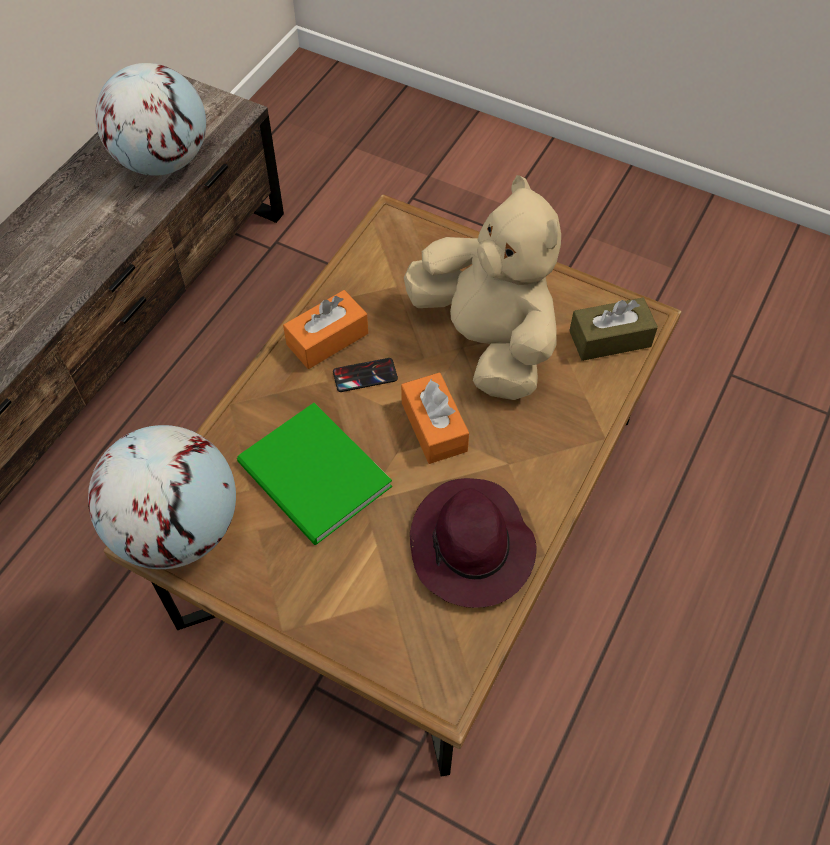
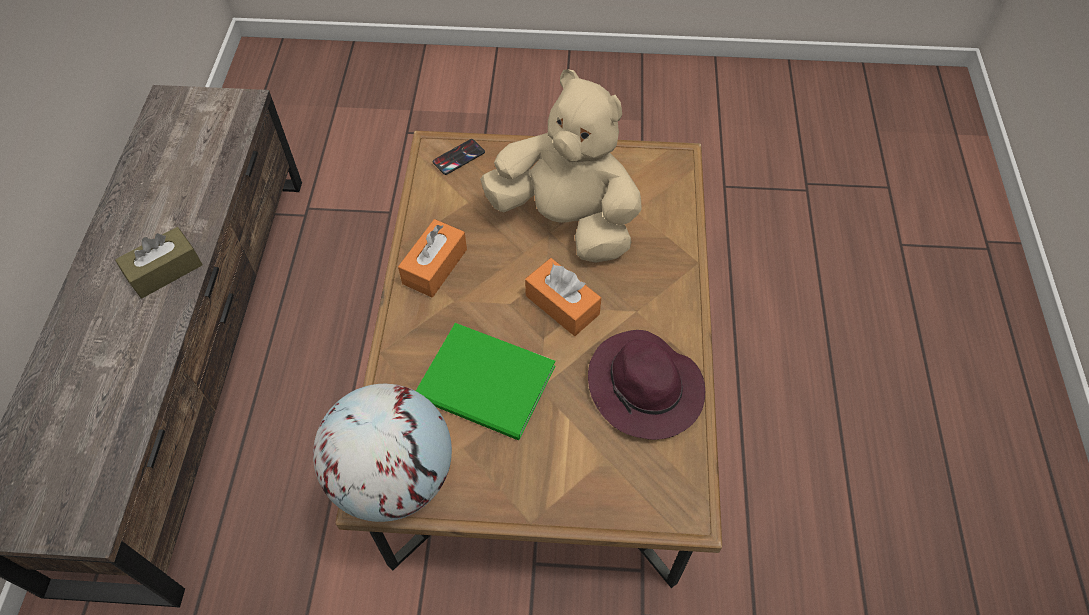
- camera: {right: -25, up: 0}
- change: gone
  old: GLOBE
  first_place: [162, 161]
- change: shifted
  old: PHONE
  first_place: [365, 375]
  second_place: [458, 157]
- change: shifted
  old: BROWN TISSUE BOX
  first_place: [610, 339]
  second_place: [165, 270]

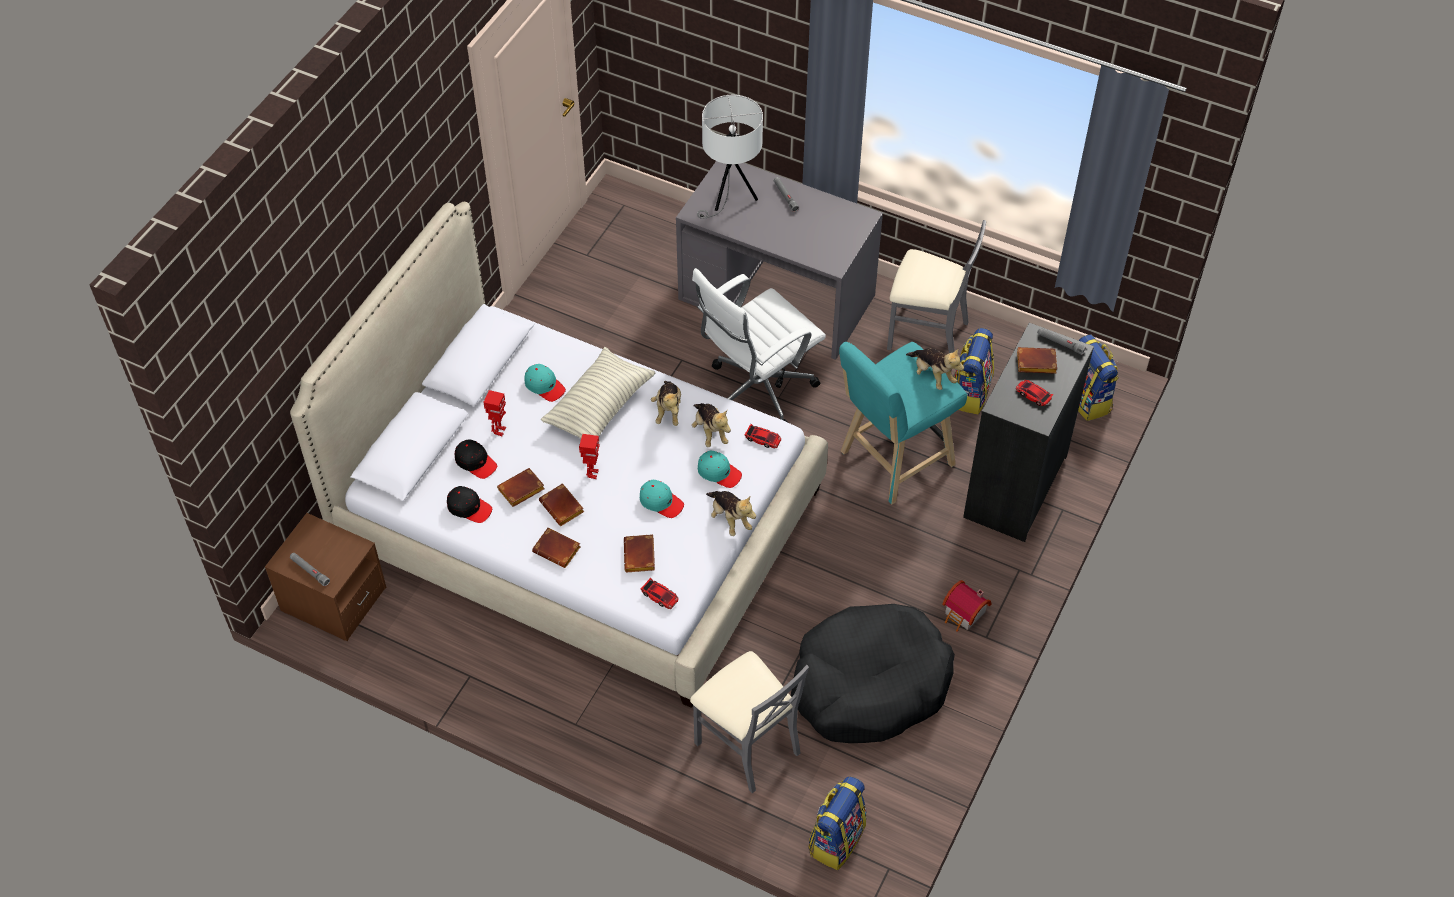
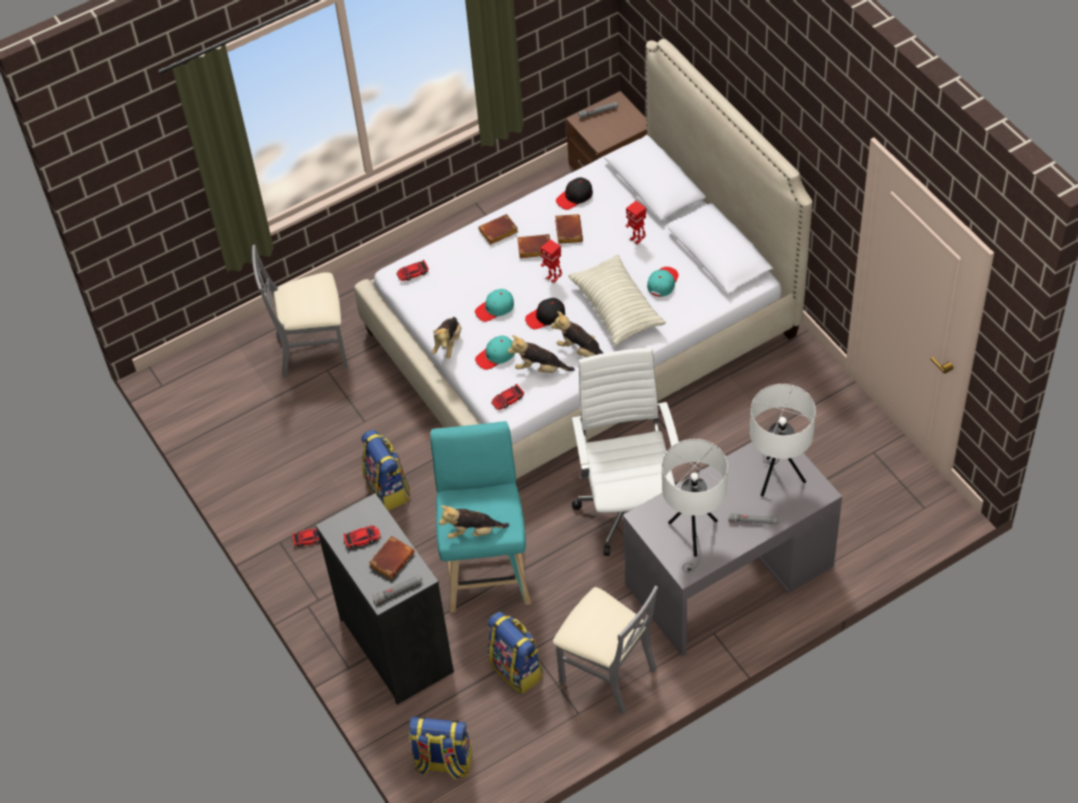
- camera: {right: 125, up: 0}
- change: shifted
  old: BLACK CAP
  first_place: [475, 462]
  second_place: [546, 317]
- change: rotated
  old: TURQUOISE CAP
  first_place: [544, 386]
  second_place: [662, 283]
  degrees: 135
- change: gone
  old: BROWN BOOK
  first_place: [640, 557]
- change: rotated
  old: PLUSH TOY
  first_place: [729, 519]
  second_place: [448, 344]
  degrees: -75
- change: gone
  old: BLACK DOG BED
  first_place: [869, 684]
- change: shifted
  old: BACKPACK
  first_place: [836, 839]
  second_place: [388, 489]
- change: rotated
  old: GREY CHAIR
  first_place: [926, 333]
  second_place: [607, 673]
  degrees: -105
- change: swapped
  old: TOY HOUSE
  new: TOY CAR
  first_place: [964, 614]
  second_place: [309, 538]
- change: new
  new: WHITE TABLE LAMP
  second_place: [693, 536]

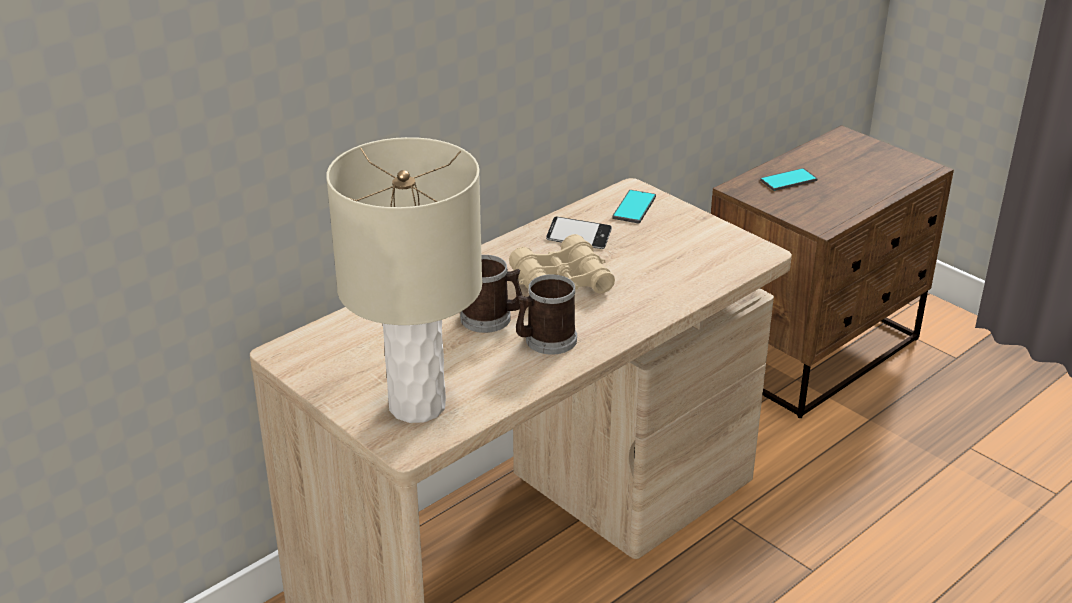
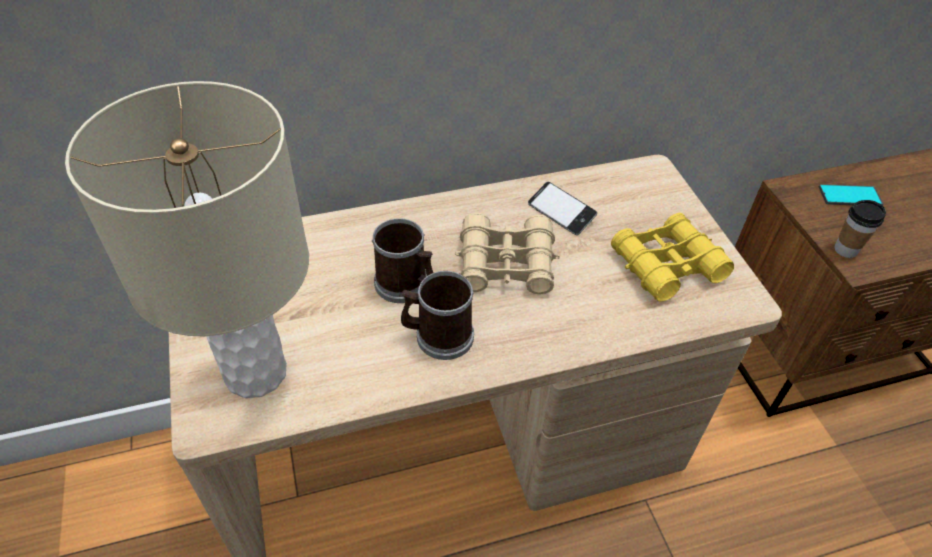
- camera: {right: 25, up: 15}
- change: gone
  old: PHONE
  first_place: [634, 207]
- change: new
  new: YELLOW BINOCULARS
  second_place: [666, 265]
- change: new
  new: CUP
  second_place: [845, 250]

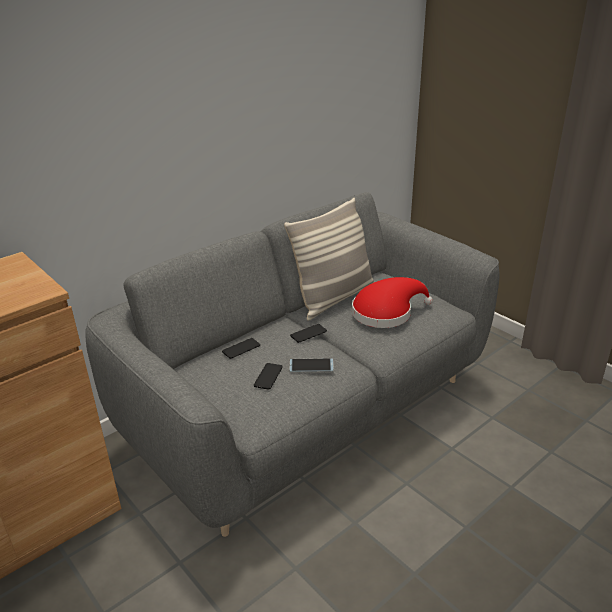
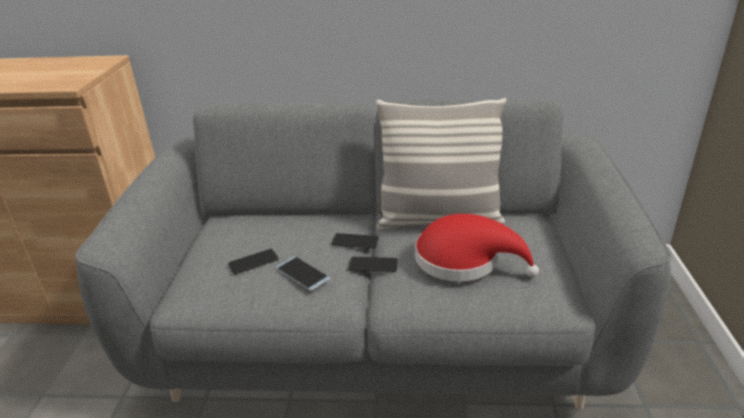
- camera: {right: 45, up: 0}
- change: shifted
  old: PHONE
  first_place: [241, 348]
  second_place: [373, 265]

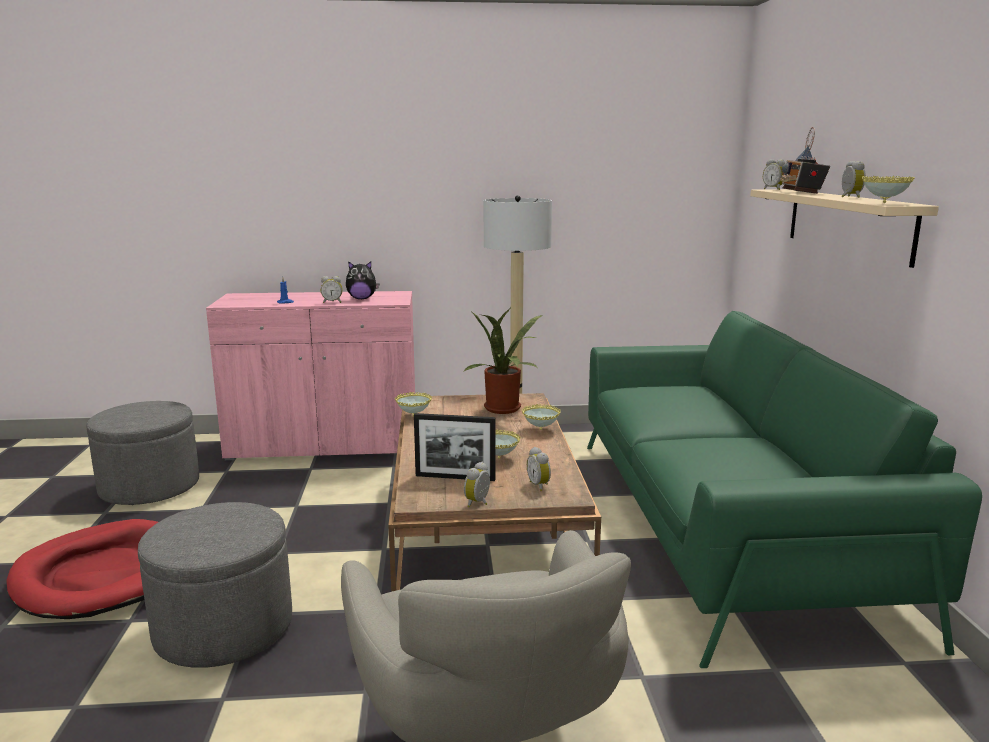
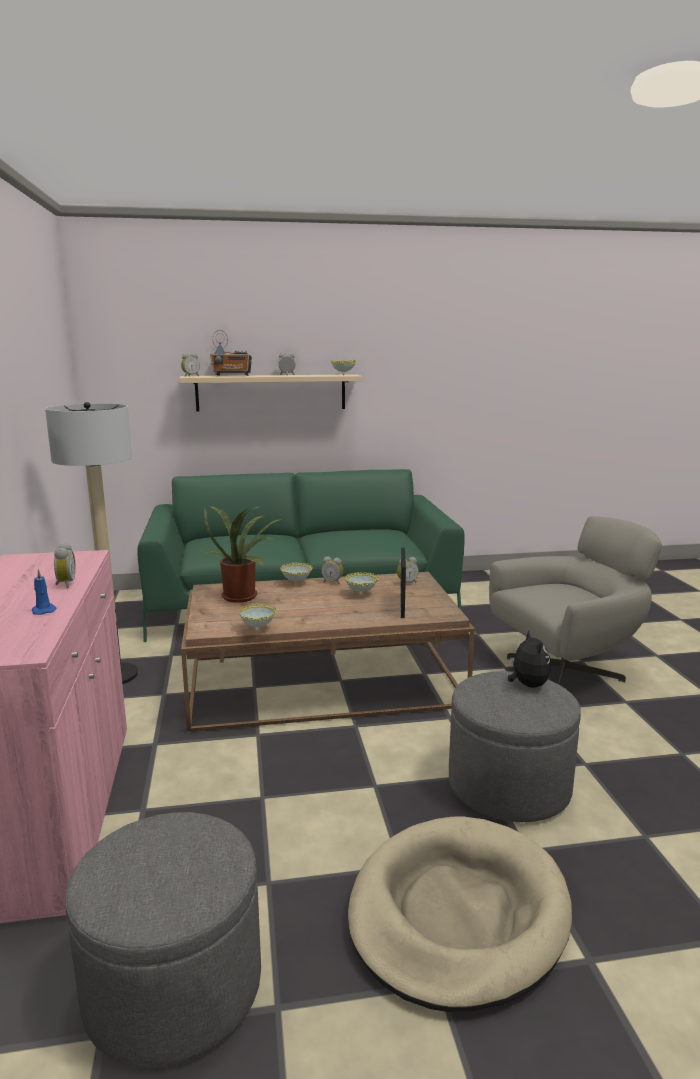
- camera: {right: -95, up: 0}
- change: repainted
  old: RED DOG BED
  new: BEIGE DOG BED
  first_place: [103, 575]
  second_place: [457, 914]
- change: shifted
  old: PLUSH TOY
  first_place: [362, 299]
  second_place: [527, 685]
- change: shifted
  old: ALARM CLOCK
  first_place: [479, 503]
  second_place: [332, 582]

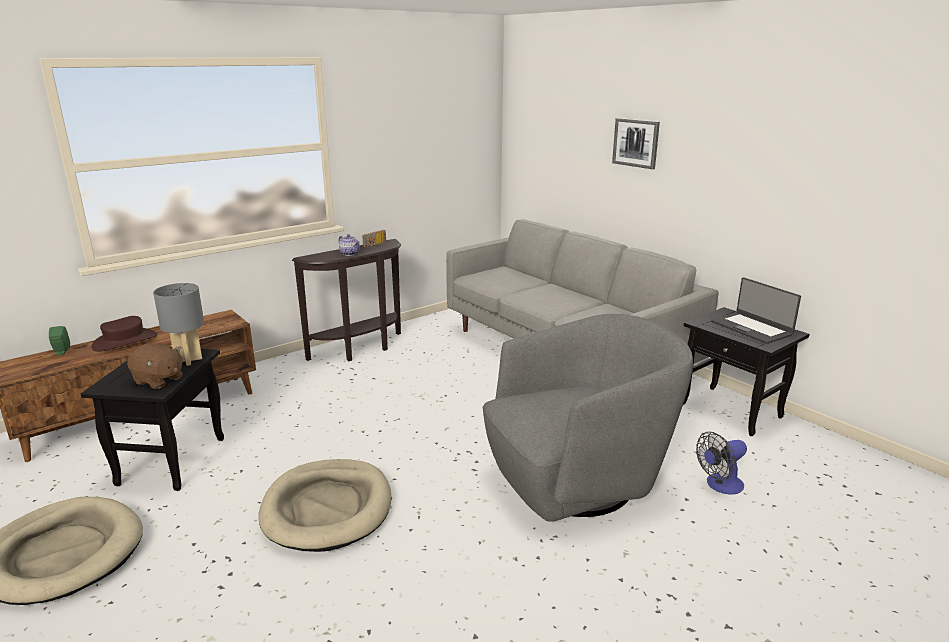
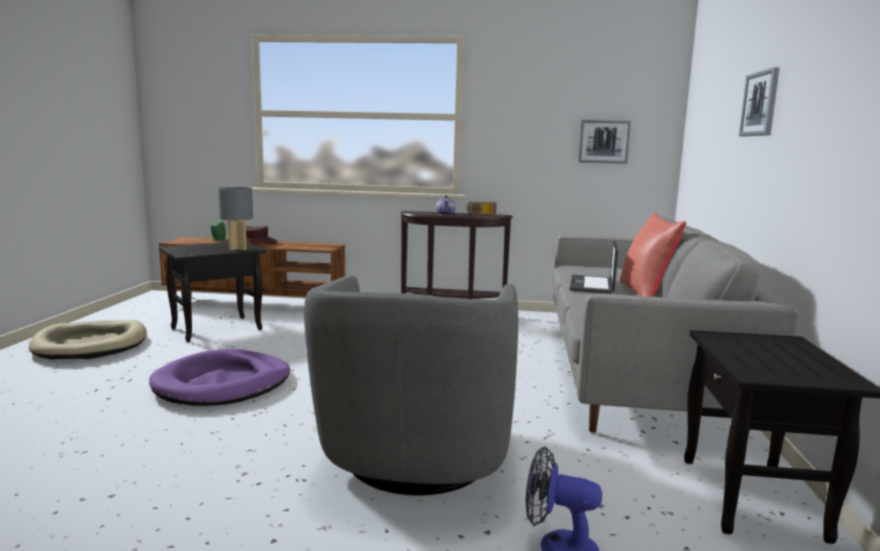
- camera: {right: 45, up: -10}
- change: gone
  old: BROWN PLUSH TOY
  first_place: [158, 380]
- change: repainted
  old: BEIGE DOG BED
  new: PURPLE DOG BED
  first_place: [327, 508]
  second_place: [223, 383]
- change: rotated
  old: GREY ARMCHAIR
  first_place: [578, 481]
  second_place: [416, 458]
  degrees: 75
- change: shifted
  old: LAPTOP
  first_place: [752, 328]
  second_place: [593, 285]
- change: new
  new: PICTURE
  second_place: [604, 141]
- change: new
  new: RED PILLOW
  second_place: [646, 293]

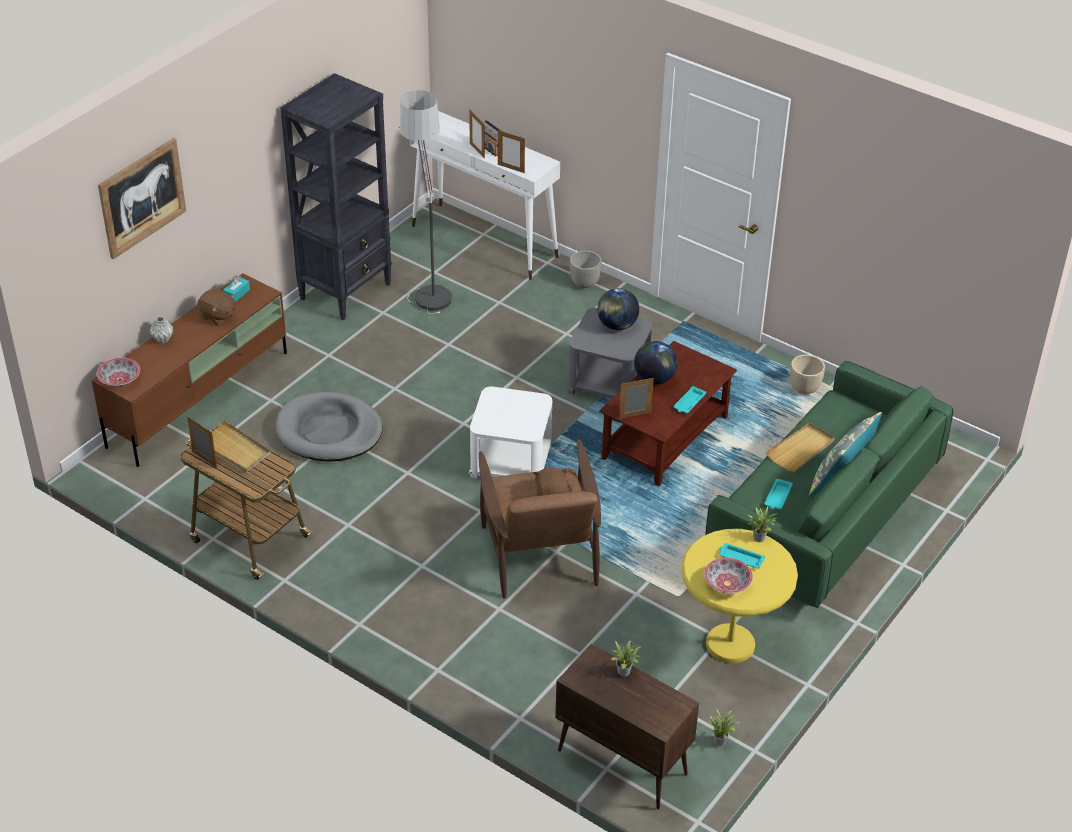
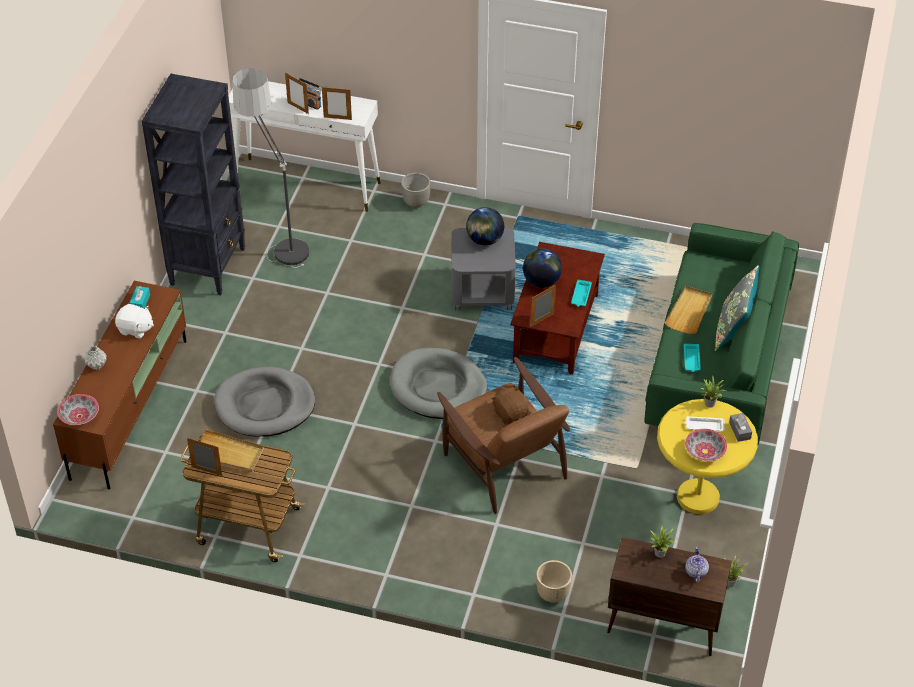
- camera: {right: -20, up: 5}
- change: gone
  old: PICTURE
  first_place: [142, 197]
- change: repainted
  old: BROWN PLUSH TOY
  new: WHITE PLUSH TOY
  first_place: [218, 316]
  second_place: [135, 329]
- change: swapped
  old: WHITE SIDE TABLE
  new: GREY DOG BED
  first_place: [511, 461]
  second_place: [438, 387]
- change: repainted
  old: TURQUOISE TRAY
  new: WHITE TRAY
  first_place: [740, 558]
  second_place: [704, 426]
- change: shifted
  old: BEIGE PLANTER
  first_place: [804, 389]
  second_place: [553, 594]
- change: new
  new: TEAPOT
  second_place: [695, 572]
- change: new
  new: GREY TISSUE BOX
  second_place: [740, 431]

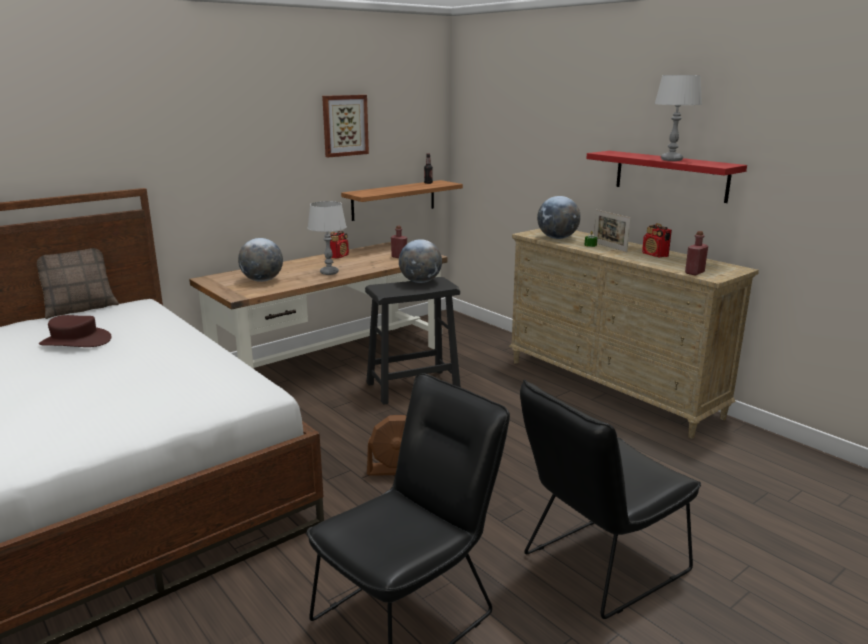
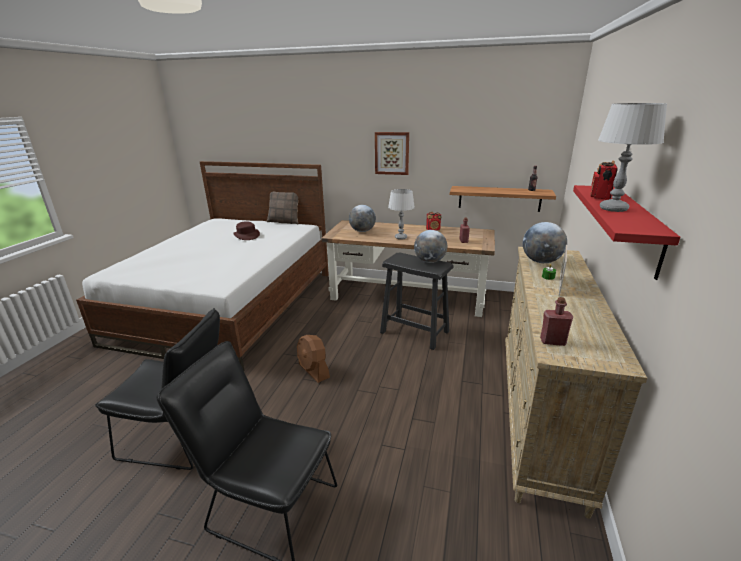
- camera: {right: 55, up: 5}
- change: shifted
  old: PICTURE
  first_place: [345, 125]
  second_place: [392, 153]
- change: shifted
  old: RADIO
  first_place: [655, 255]
  second_place: [599, 197]

